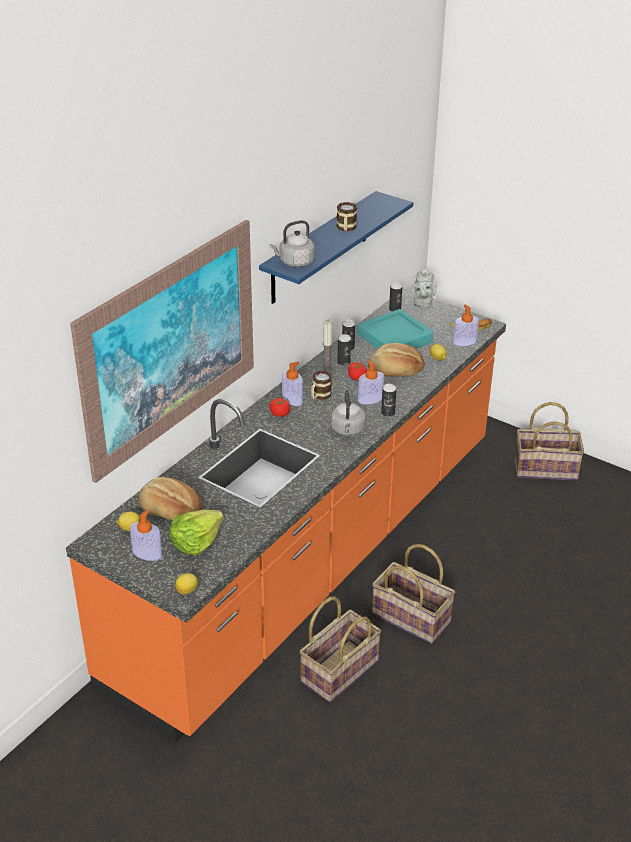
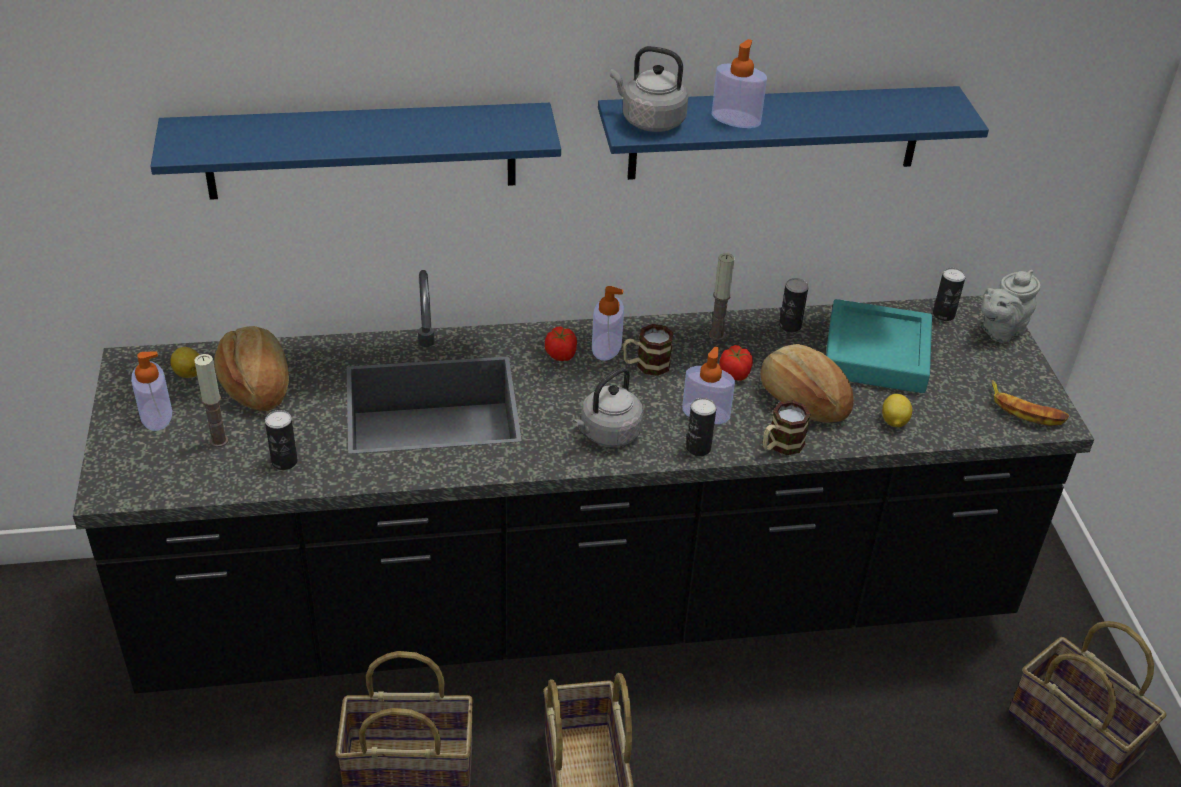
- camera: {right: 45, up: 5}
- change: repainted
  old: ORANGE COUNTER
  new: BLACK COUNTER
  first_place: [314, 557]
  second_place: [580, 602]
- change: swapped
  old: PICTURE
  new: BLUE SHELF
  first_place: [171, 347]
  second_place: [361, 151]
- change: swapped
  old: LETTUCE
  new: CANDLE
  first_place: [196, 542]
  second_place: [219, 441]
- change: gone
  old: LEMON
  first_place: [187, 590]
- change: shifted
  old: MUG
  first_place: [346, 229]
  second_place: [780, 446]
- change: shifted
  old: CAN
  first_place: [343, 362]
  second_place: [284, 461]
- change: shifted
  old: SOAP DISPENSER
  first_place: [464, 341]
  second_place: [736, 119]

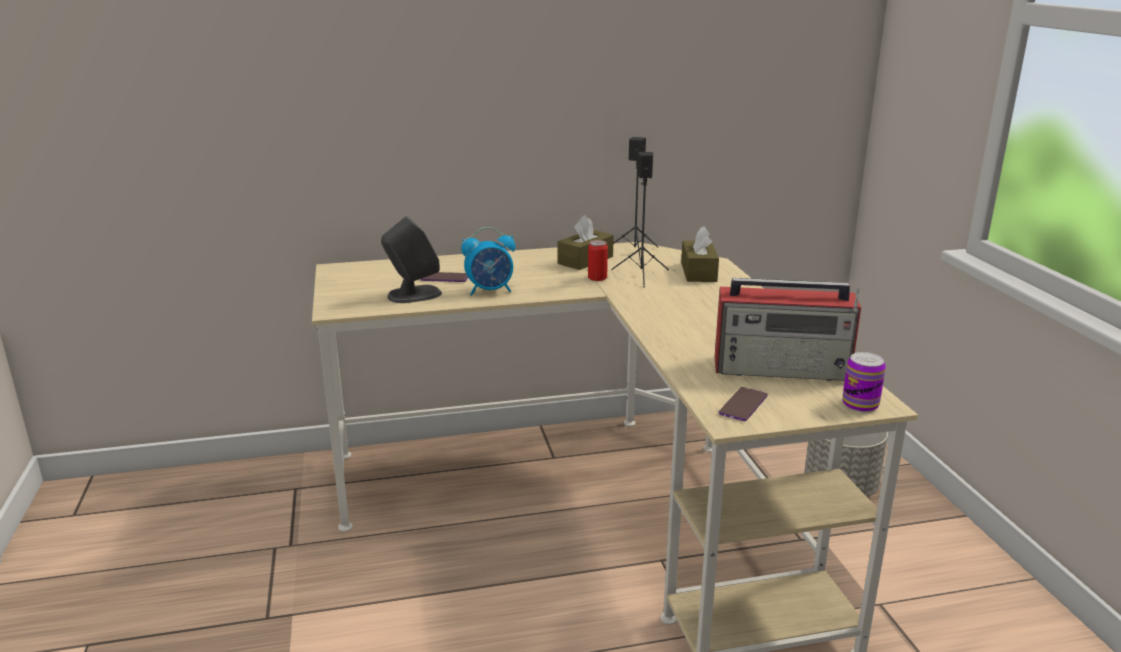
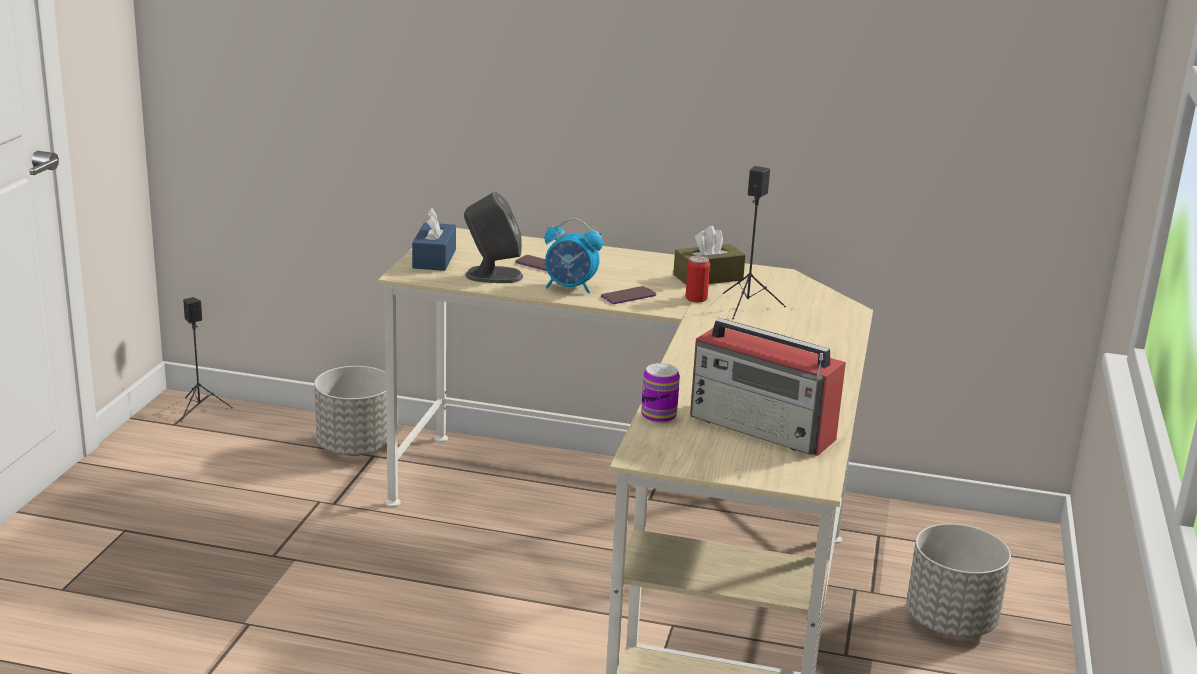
- camera: {right: 25, up: 0}
- change: shifted
  old: BLACK SPEAKER
  first_place: [635, 252]
  second_place: [200, 408]
- change: gone
  old: BROWN TISSUE BOX
  first_place: [698, 272]
- change: shifted
  old: PHONE
  first_place: [743, 405]
  second_place: [628, 296]
- change: shifted
  old: CAN
  first_place: [860, 405]
  second_place: [658, 416]
- change: new
  new: GREY PLANTER
  second_place: [355, 448]
- change: new
  new: BLUE TISSUE BOX
  second_place: [434, 259]

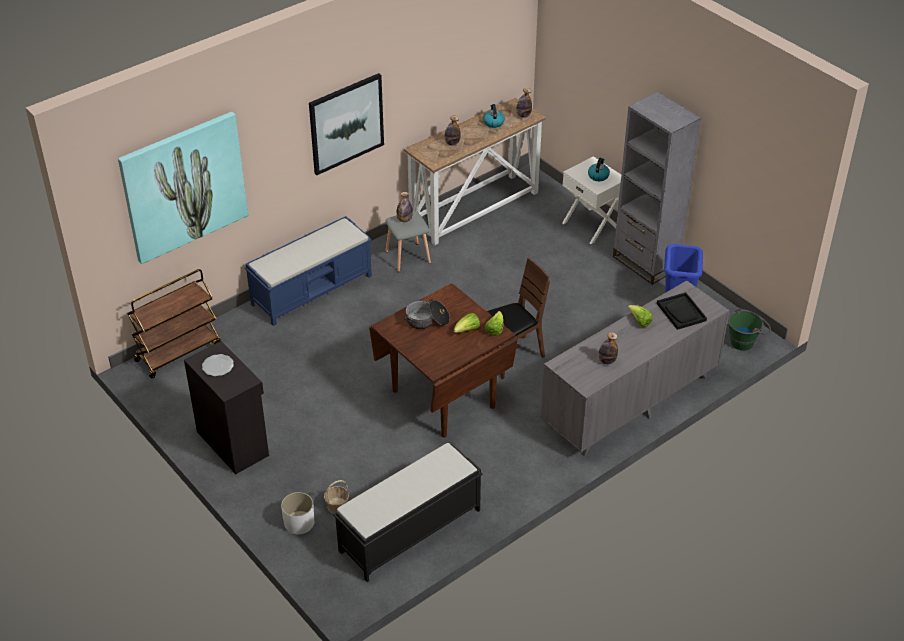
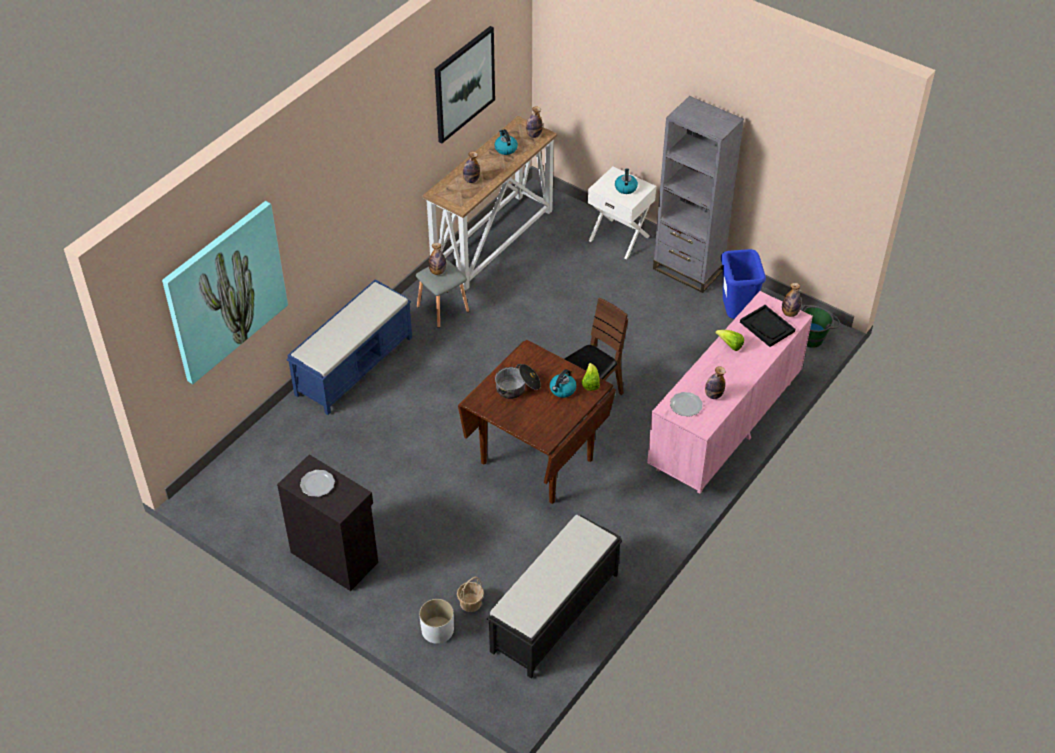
- camera: {right: -15, up: 5}
- change: gone
  old: BROWN CART
  first_place: [178, 352]
- change: shifted
  old: PICTURE
  first_place: [346, 123]
  second_place: [464, 84]
- change: swapped
  old: LETTUCE
  new: KETTLE
  first_place: [467, 330]
  second_place: [562, 390]
- change: repainted
  old: GREY DRESSER
  new: PINK DRESSER
  first_place: [630, 402]
  second_place: [724, 426]
- change: new
  new: PLATE
  second_place: [686, 405]
- change: new
  new: BOTTLE
  second_place: [789, 313]

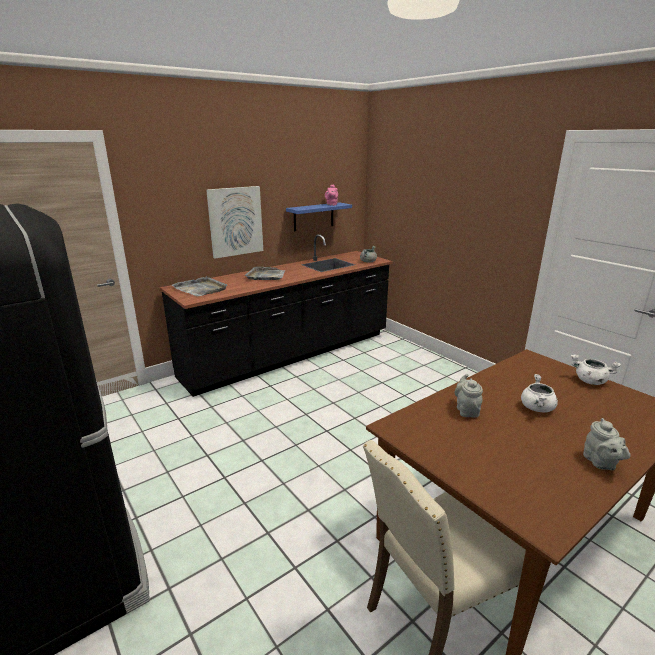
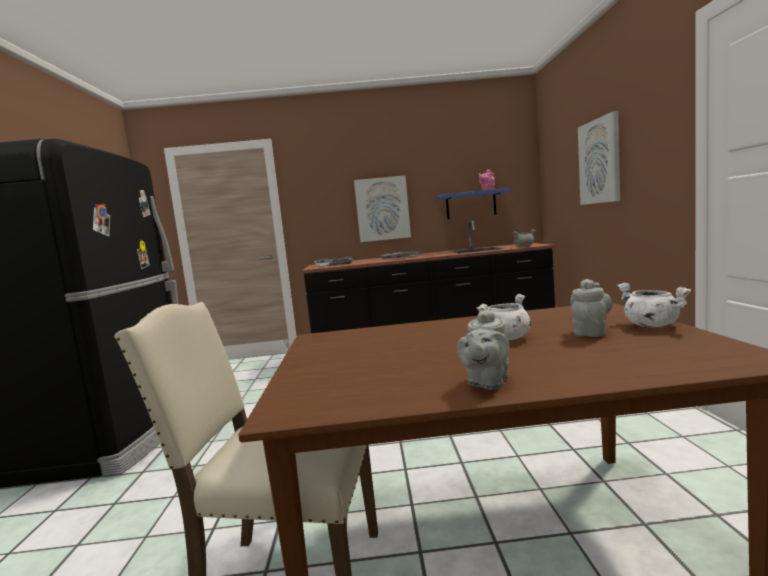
- camera: {right: 35, up: -15}
- change: shifted
  old: GREY TEAPOT
  first_place: [466, 410]
  second_place: [590, 332]
- change: new
  new: PICTURE
  second_place: [600, 161]

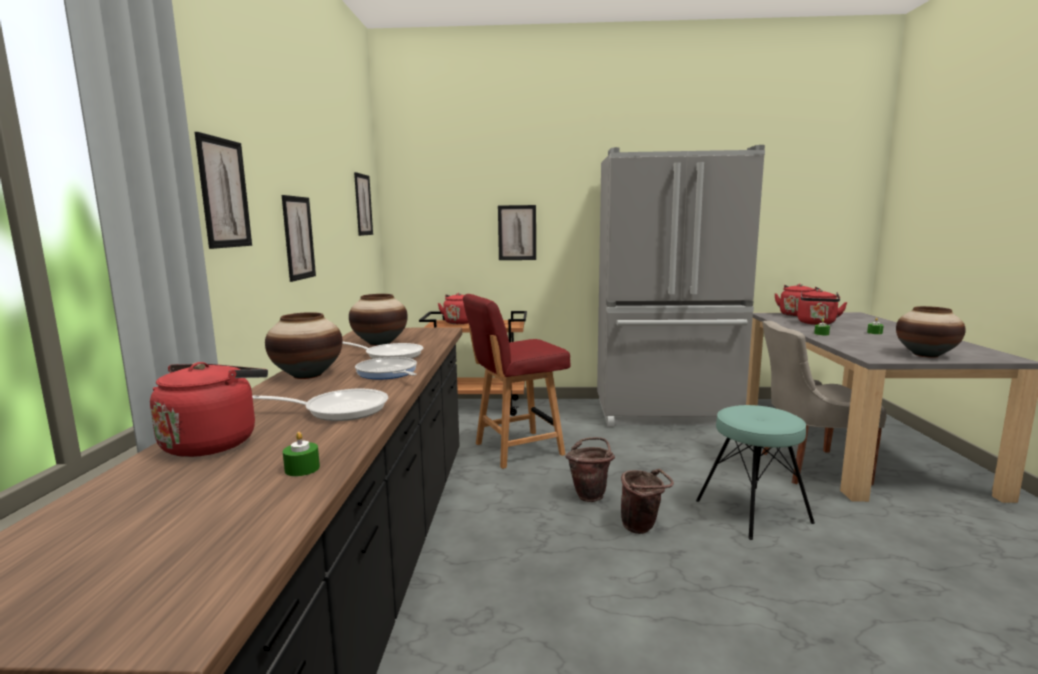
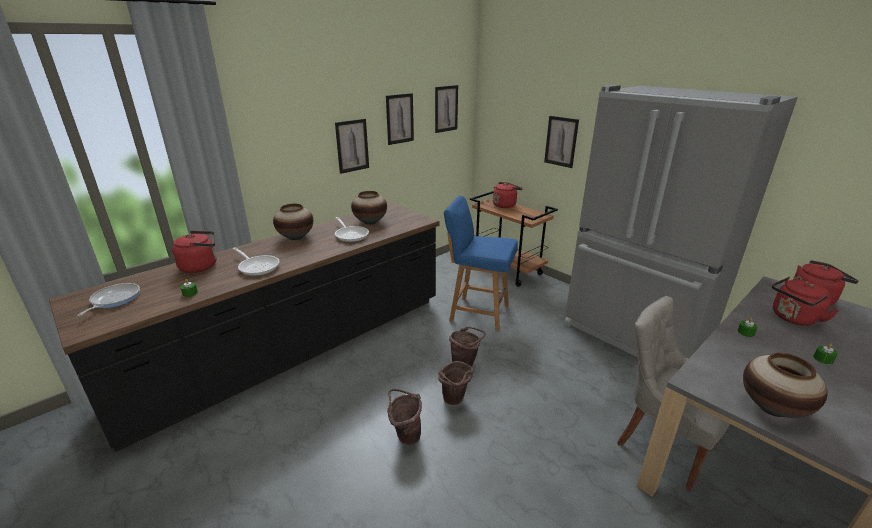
- camera: {right: 45, up: 15}
- change: shifted
  old: PICTURE
  first_place: [224, 193]
  second_place: [400, 119]
- change: shifted
  old: FRYING PAN
  first_place: [388, 373]
  second_place: [114, 300]
- change: repainted
  old: RED CHAIR
  new: BLUE CHAIR
  first_place: [516, 449]
  second_place: [478, 312]
- change: gone
  old: TURQUOISE STOOL
  first_place: [753, 511]
- change: new
  new: BROWN BUCKET
  second_place: [405, 435]

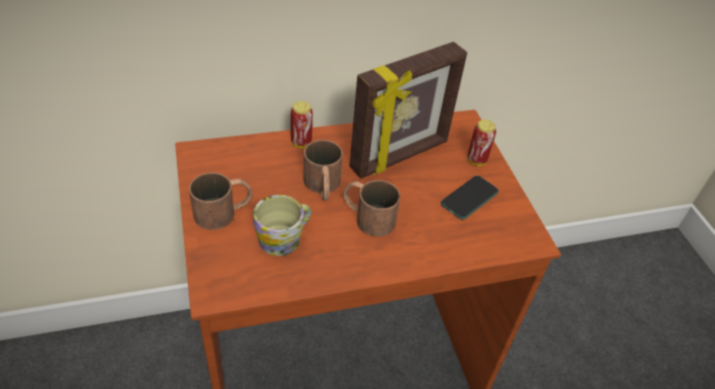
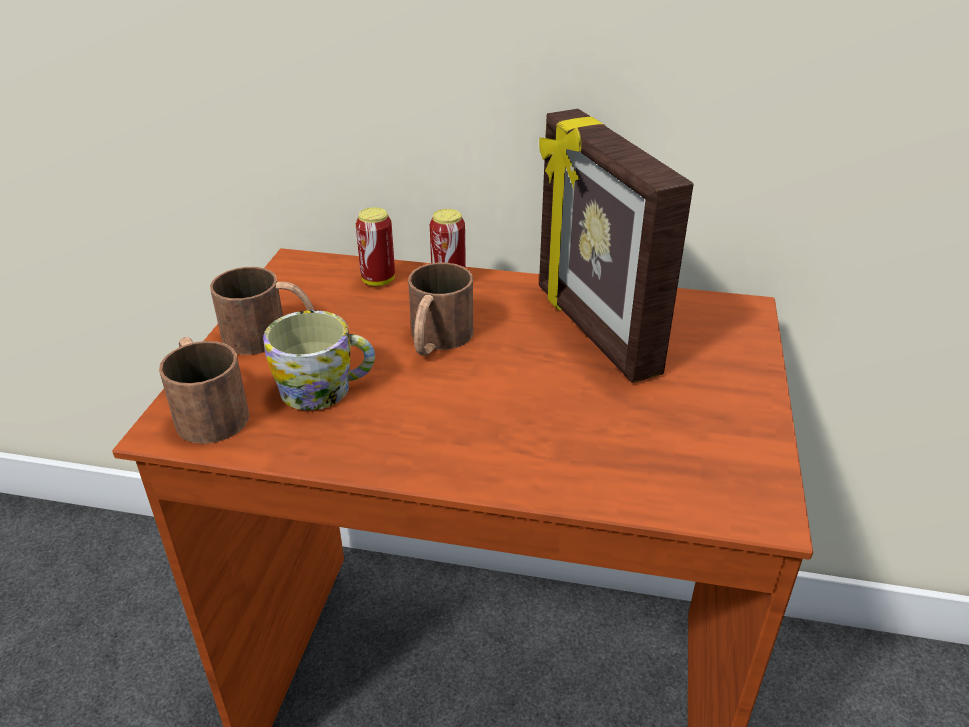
- camera: {right: 30, up: -10}
- change: shifted
  old: BROWN MUG
  first_place: [367, 216]
  second_place: [207, 409]
- change: rotated
  old: PICTURE FRAME
  first_place: [400, 156]
  second_place: [593, 330]
  degrees: 75
- change: gone
  old: PHONE
  first_place: [469, 198]
- change: shifted
  old: CAN
  first_place: [476, 160]
  second_place: [378, 280]

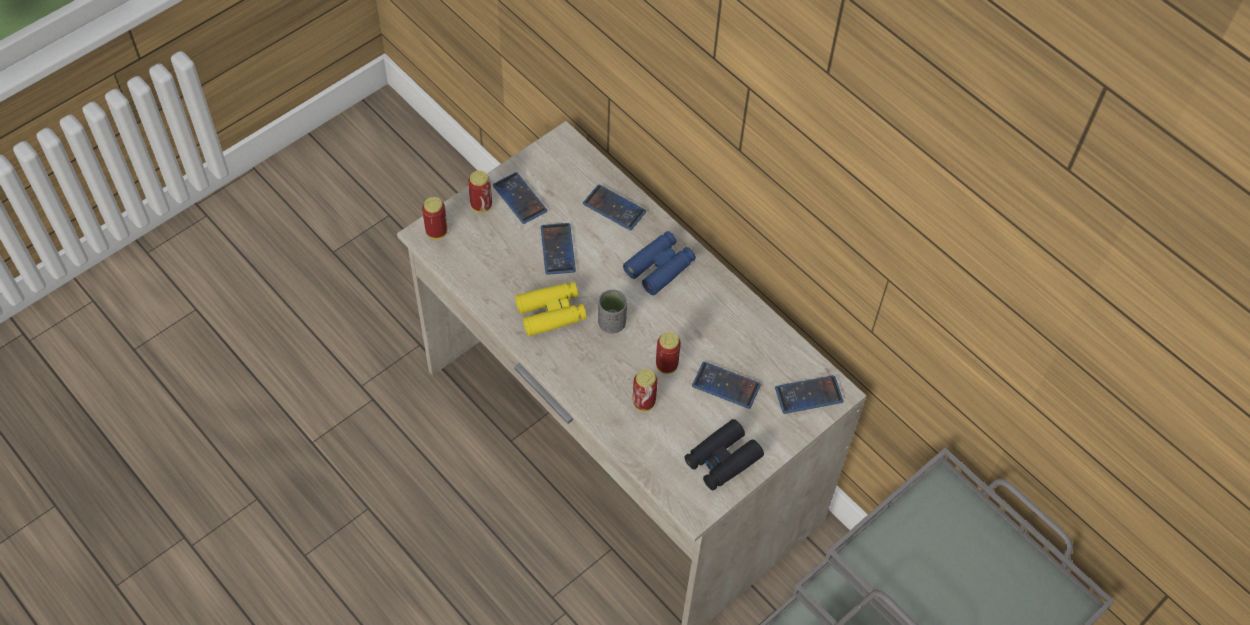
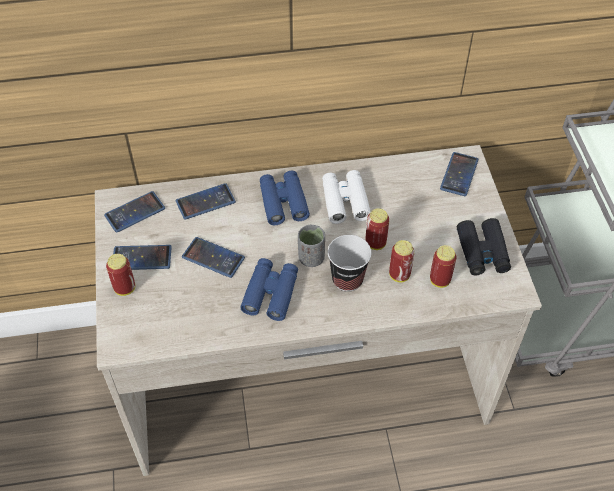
- camera: {right: -55, up: -5}
- change: shifted
  old: CAN
  first_place: [436, 232]
  second_place: [439, 280]
- change: repainted
  old: YELLOW BINOCULARS
  new: BLUE BINOCULARS
  first_place: [551, 313]
  second_place: [270, 293]
- change: shifted
  old: PHONE
  first_place: [726, 385]
  second_place: [135, 212]
- change: new
  new: WHITE BINOCULARS
  second_place: [345, 201]
- change: new
  new: CUP
  second_place: [347, 279]

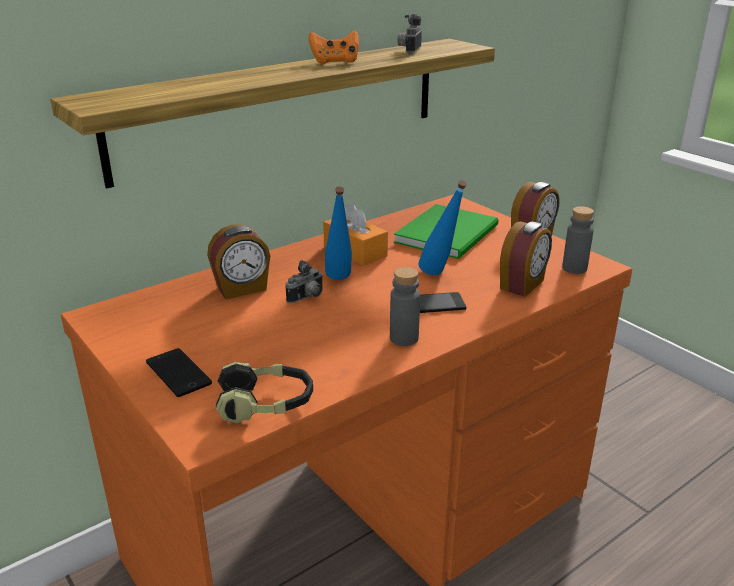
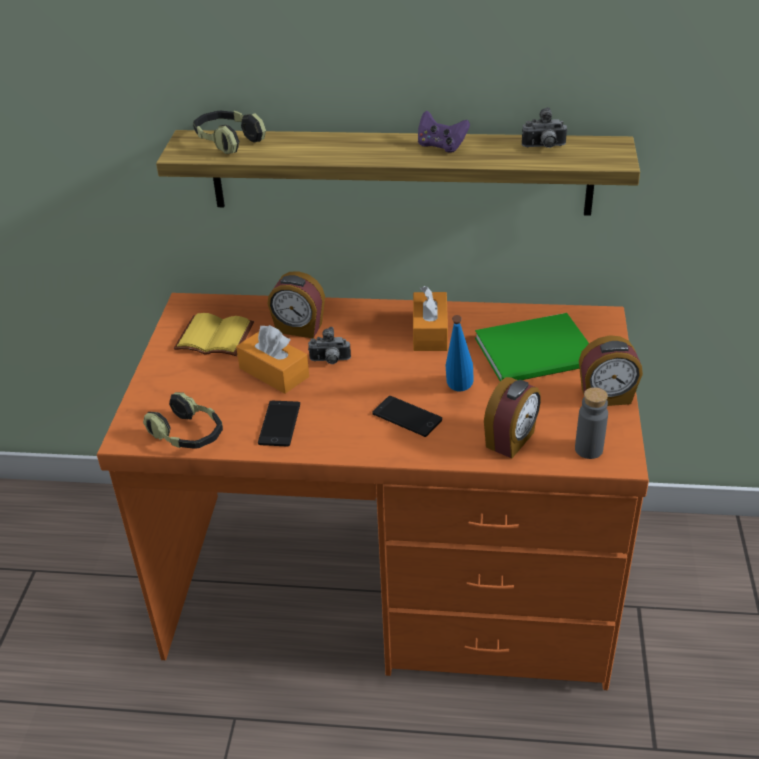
- camera: {right: 45, up: 10}
- change: shifted
  old: PHONE
  first_place: [178, 373]
  second_place: [279, 424]
- change: repainted
  old: ORANGE GAME CONTROLLER
  new: PURPLE GAME CONTROLLER
  first_place: [335, 62]
  second_place: [441, 146]
- change: gone
  old: BLUE BOTTLE
  first_place: [339, 281]
- change: gone
  old: GREY BOTTLE
  first_place: [404, 338]
- change: rotated
  old: PHOTO CAMERA
  first_place: [409, 50]
  second_place: [544, 147]
  degrees: -150
- change: rotated
  old: ALARM CLOCK
  first_place: [523, 285]
  second_place: [511, 440]
  degrees: -45
- change: new
  new: YELLOW BOOK
  second_place: [216, 336]
- change: new
  new: HEADPHONES
  second_place: [228, 141]
- change: new
  new: ORANGE TISSUE BOX
  second_place: [274, 372]

